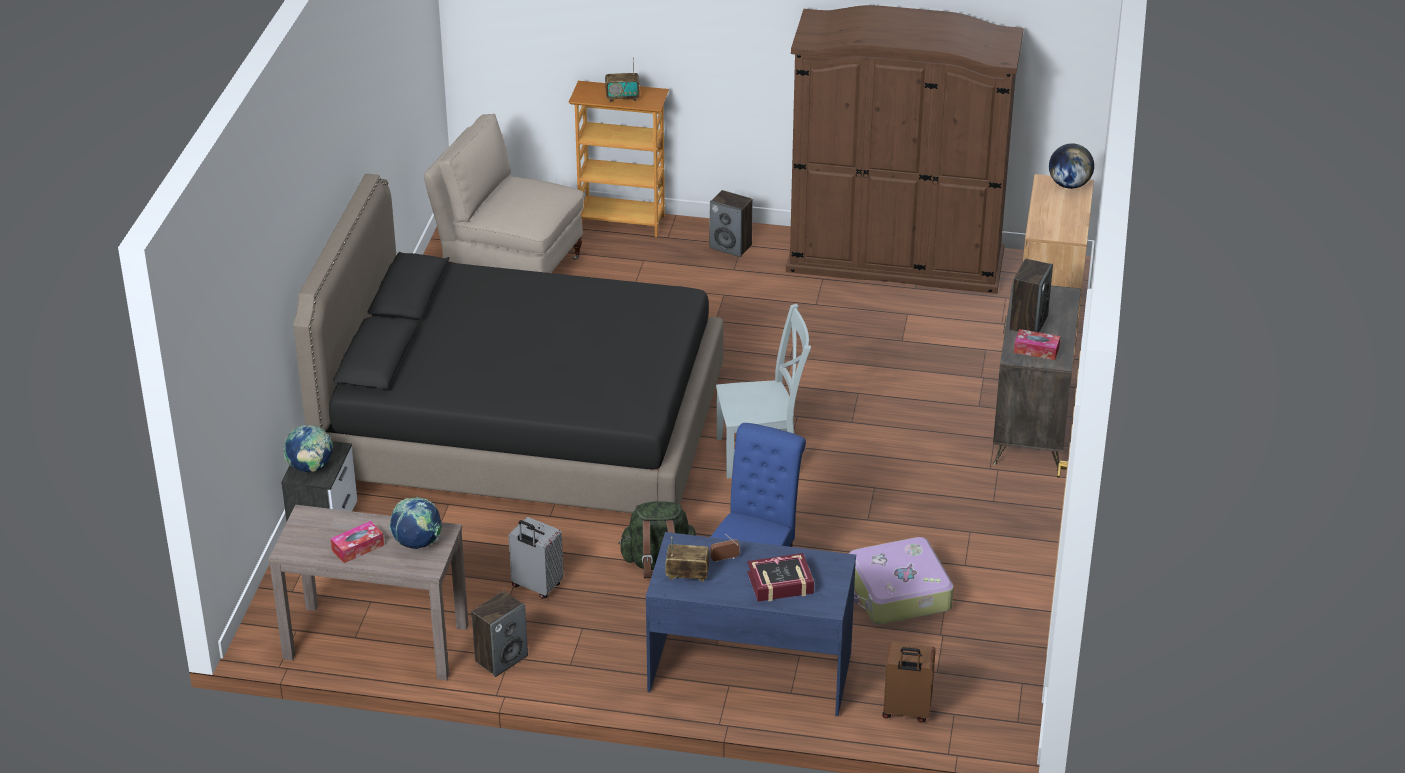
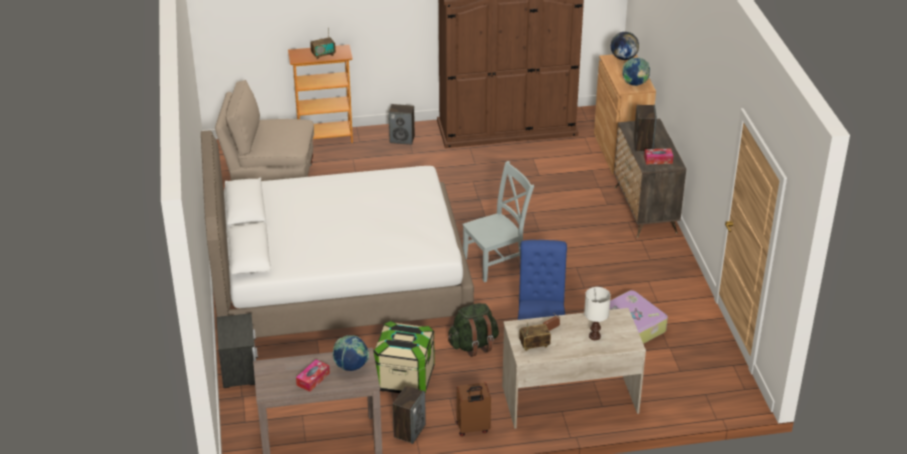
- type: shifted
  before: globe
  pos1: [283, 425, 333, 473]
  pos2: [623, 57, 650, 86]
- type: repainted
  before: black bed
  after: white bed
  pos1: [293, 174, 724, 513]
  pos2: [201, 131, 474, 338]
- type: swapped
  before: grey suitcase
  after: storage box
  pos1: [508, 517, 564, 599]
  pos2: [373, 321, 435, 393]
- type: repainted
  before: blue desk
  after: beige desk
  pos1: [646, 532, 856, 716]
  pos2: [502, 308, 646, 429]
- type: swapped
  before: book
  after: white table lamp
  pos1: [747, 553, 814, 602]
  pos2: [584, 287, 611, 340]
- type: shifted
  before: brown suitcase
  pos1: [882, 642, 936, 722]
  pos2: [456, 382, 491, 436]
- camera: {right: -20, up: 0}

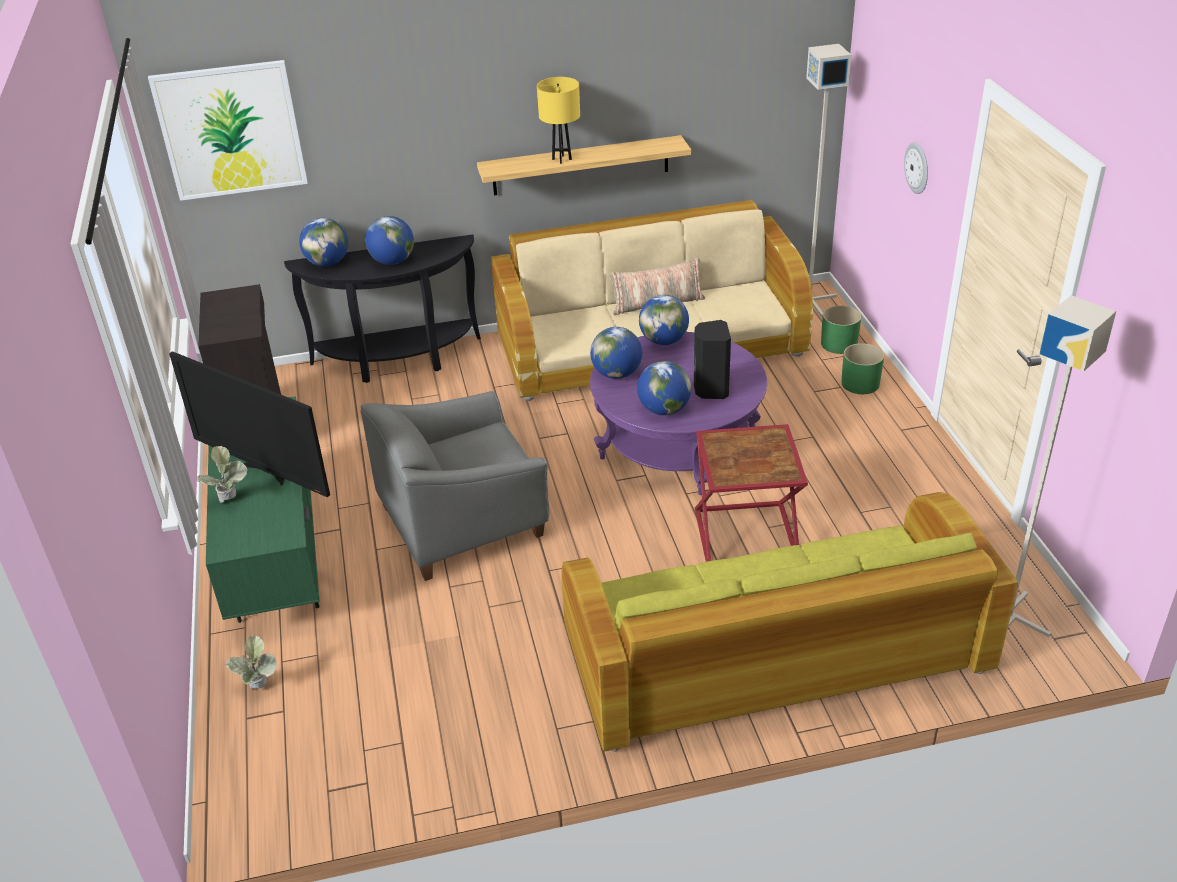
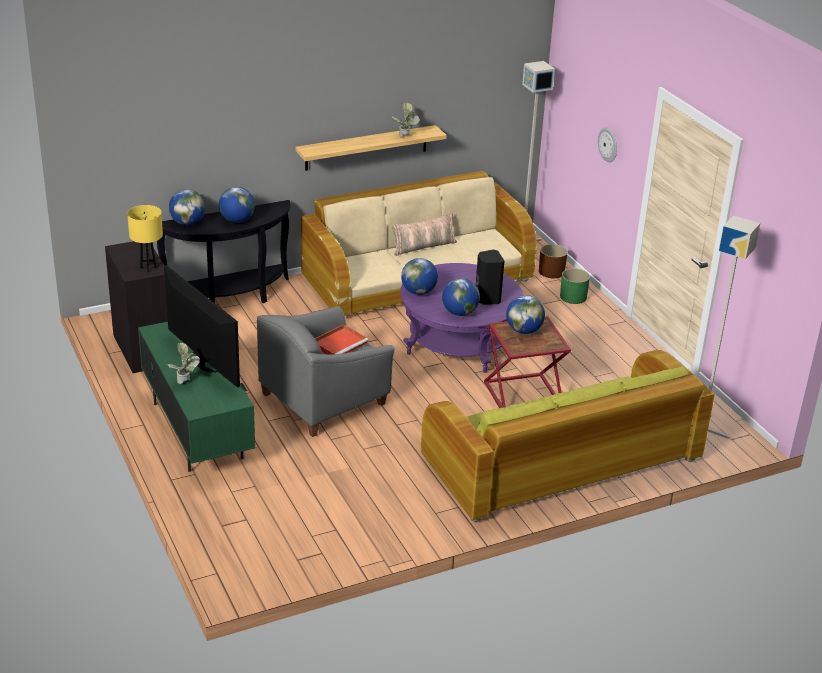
- type: gone
  before: picture
  pos1: [148, 60, 308, 201]
- type: rotated
  before: television
  pos1: [169, 351, 330, 497]
  pos2: [164, 265, 240, 388]
  turn: -150
- type: shifted
  before: potted plant
  pos1: [226, 635, 277, 689]
  pos2: [392, 102, 420, 137]
- type: shifted
  before: yellow table lamp
  pos1: [537, 77, 580, 164]
  pos2: [127, 205, 163, 272]
- type: shifted
  before: globe
  pos1: [639, 295, 689, 345]
  pos2: [506, 295, 545, 334]
- type: repainted
  before: green planter
  after: brown planter
  pos1: [821, 305, 861, 354]
  pos2: [539, 244, 568, 278]
- type: new
  after: red tray
  pos2: [315, 324, 369, 354]
- camera: {right: -15, up: -5}

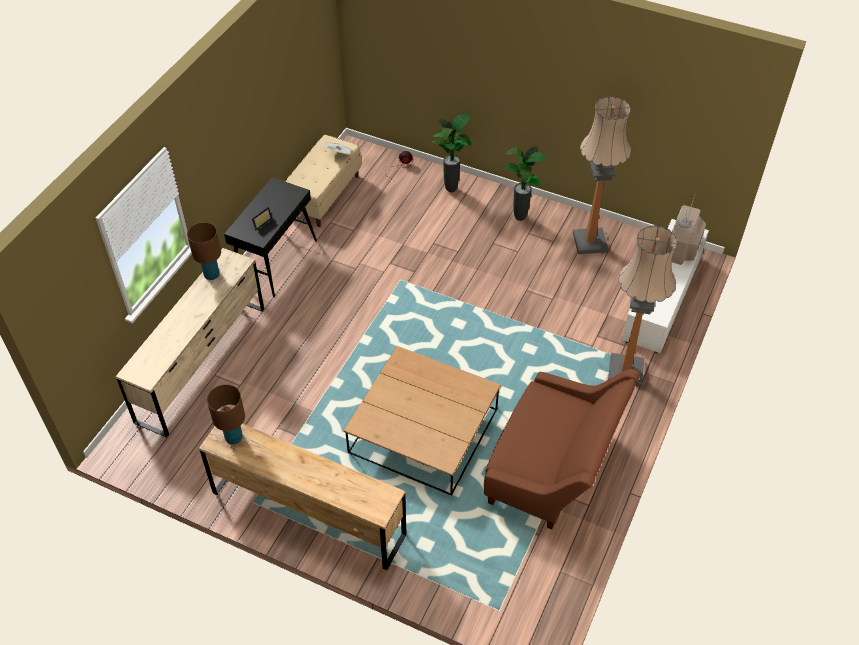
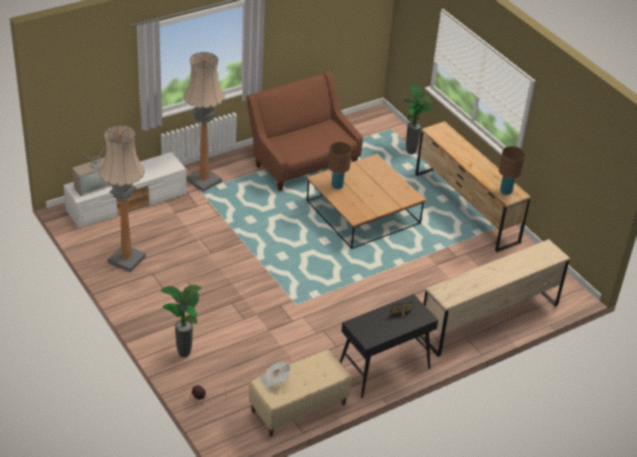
- type: shifted
  before: brown table lamp
  pos1: [187, 222, 221, 280]
  pos2: [328, 142, 352, 189]
- type: shifted
  before: potted plant
  pos1: [505, 146, 546, 221]
  pos2: [403, 83, 434, 154]
- camera: {right: -150, up: -10}

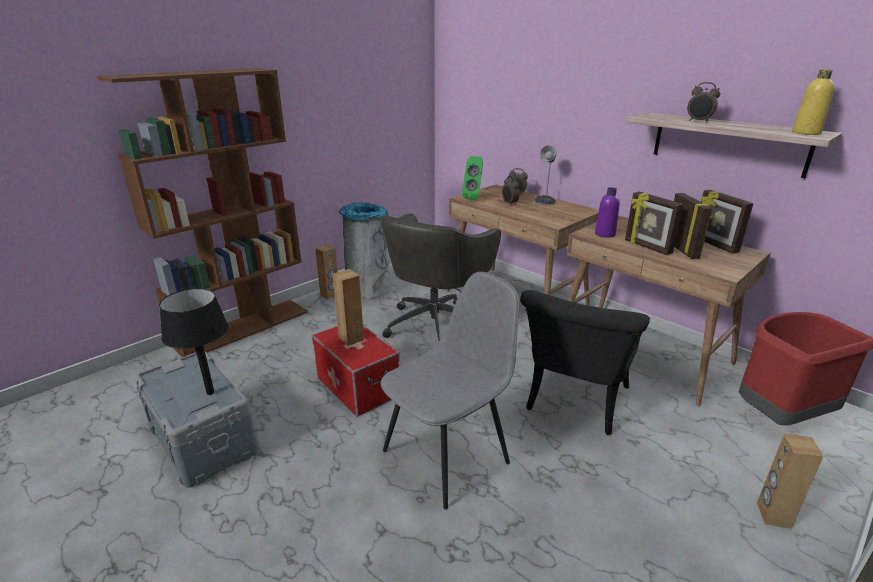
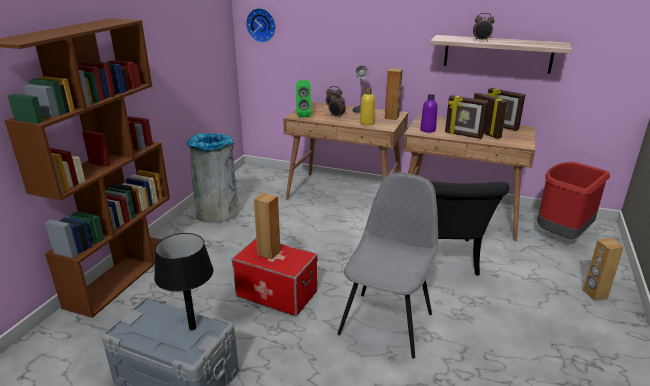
- type: shifted
  before: brown speaker
  pos1: [315, 245, 338, 300]
  pos2: [385, 68, 403, 120]
- type: gone
  before: grey office chair
  pos1: [380, 213, 501, 341]
- type: shifted
  before: yellow bottle
  pos1: [792, 70, 834, 135]
  pos2: [360, 89, 375, 125]
- type: new
  after: wall clock
  pos2: [246, 8, 276, 43]
- camera: {right: -25, up: 0}

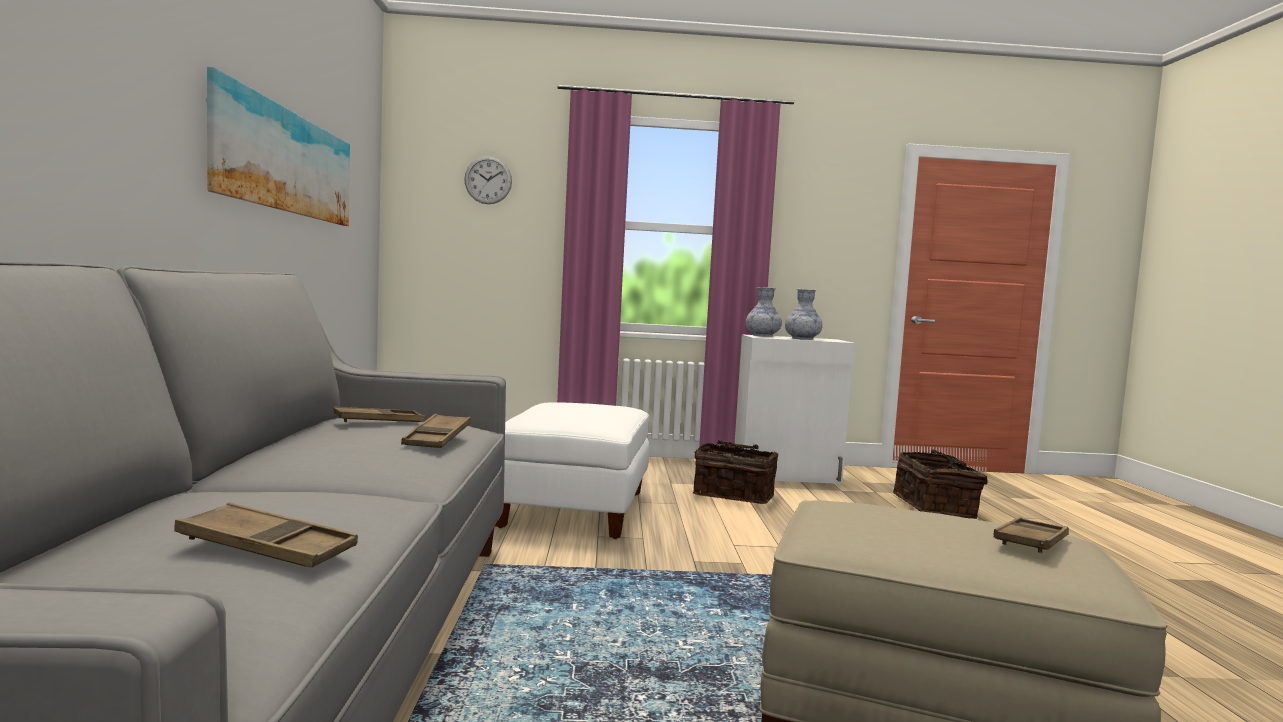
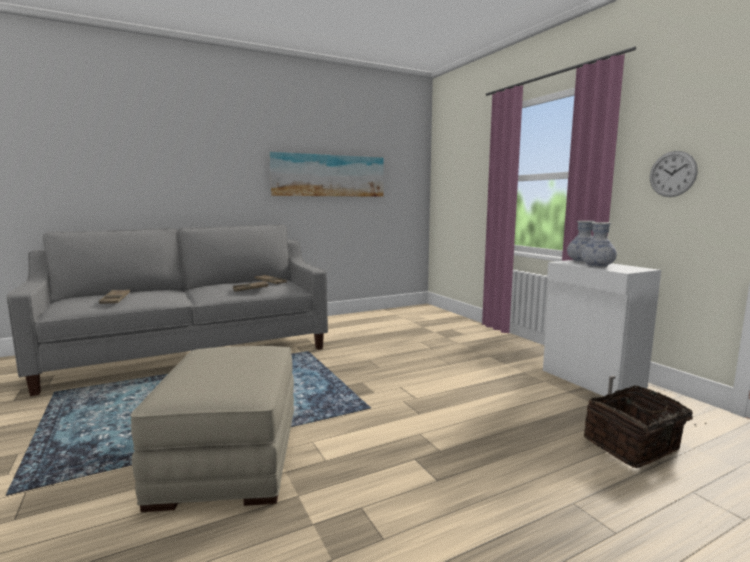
- type: shifted
  before: wall clock
  pos1: [464, 156, 512, 204]
  pos2: [650, 151, 698, 197]
- type: gone
  before: white ottoman
  pos1: [495, 402, 649, 539]
- type: gone
  before: basket
  pos1: [693, 440, 779, 504]
- type: gone
  before: brown tray
  pos1: [994, 517, 1069, 553]
- camera: {right: 65, up: 5}

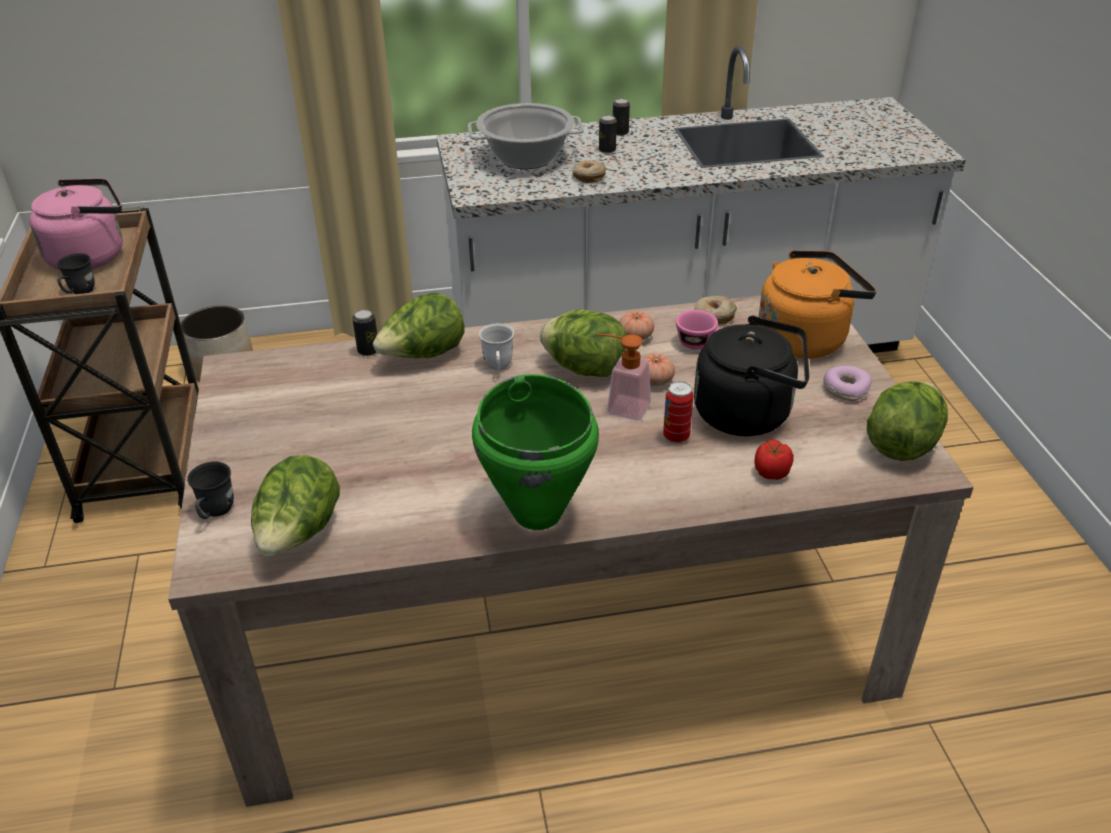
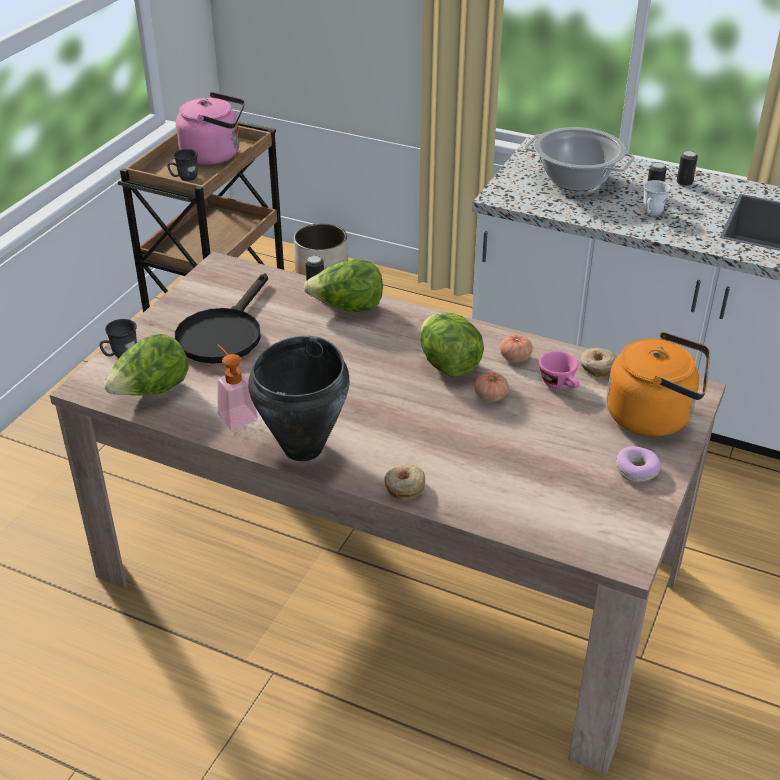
- type: repainted
  before: green cooking pot
  after: black cooking pot
  pos1: [472, 374, 599, 530]
  pos2: [248, 336, 349, 461]
- type: shifted
  before: white mug
  pos1: [479, 324, 514, 370]
  pos2: [643, 180, 671, 216]
- type: shifted
  before: donut
  pos1: [572, 160, 606, 183]
  pos2: [384, 464, 425, 500]
- type: shifted
  before: soap dispenser
  pos1: [597, 334, 651, 421]
  pos2: [217, 344, 258, 430]
- type: gone
  before: can
  pos1: [663, 381, 694, 443]
- type: gone
  before: black kettle
  pos1: [694, 316, 809, 436]
- type: gone
  before: tomato
  pos1: [754, 440, 794, 480]
- type: gone
  before: lettuce
  pos1: [867, 381, 948, 461]
- type: new
  after: black frying pan
  pos2: [175, 273, 268, 364]
- camera: {right: 35, up: 0}

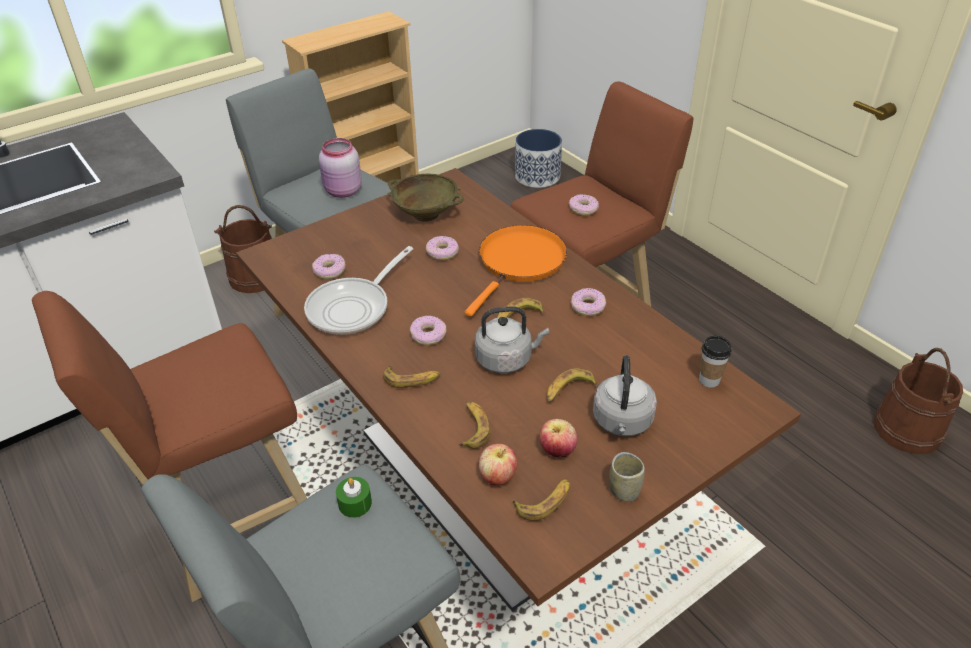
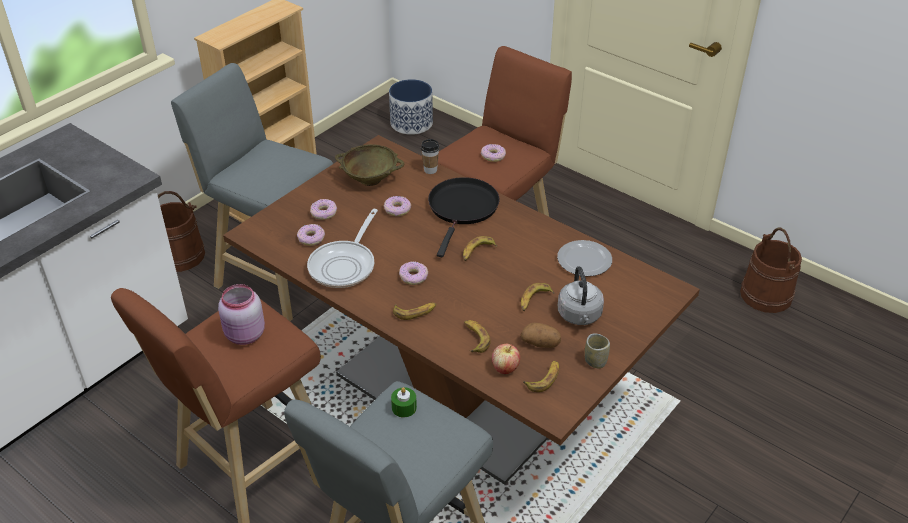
- type: shifted
  before: pink jar
  pos1: [319, 138, 362, 198]
  pos2: [218, 284, 265, 345]
- type: repainted
  before: orange frying pan
  after: black frying pan
  pos1: [465, 225, 567, 317]
  pos2: [428, 177, 500, 257]
- type: gone
  before: grey kettle
  pos1: [475, 307, 549, 373]
- type: swapped
  before: apple
  after: potato
  pos1: [539, 419, 577, 458]
  pos2: [521, 322, 561, 348]
- type: shifted
  before: donut
  pos1: [571, 288, 606, 316]
  pos2: [310, 199, 337, 220]
- type: shifted
  before: cup
  pos1: [699, 336, 732, 388]
  pos2: [421, 139, 440, 174]
- type: new
  after: plate
  pos2: [557, 240, 612, 276]
- camera: {right: -15, up: 0}

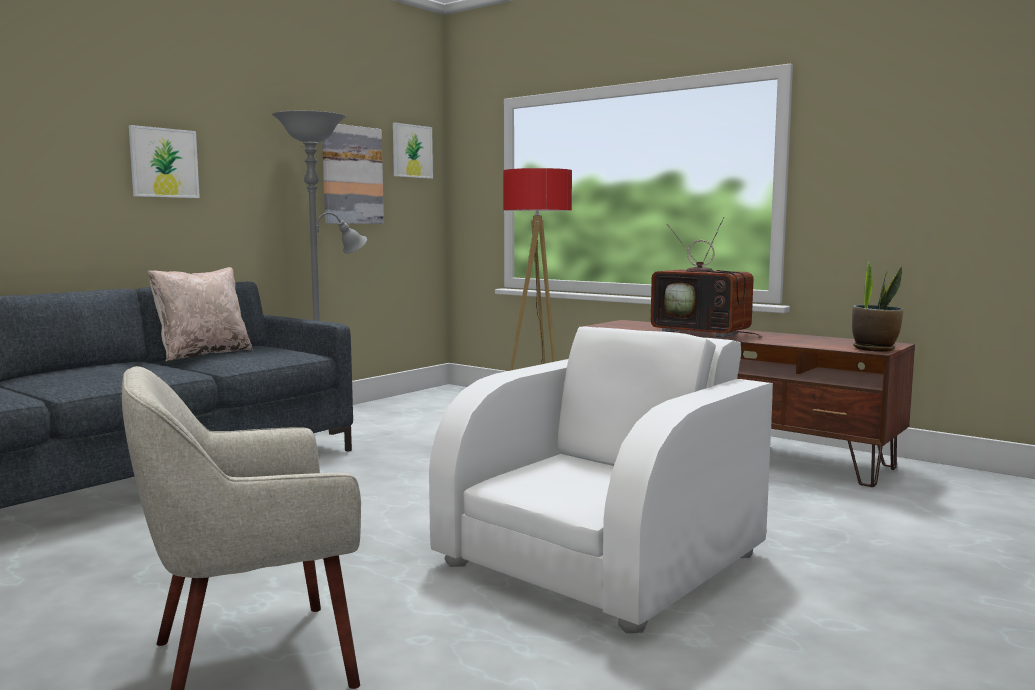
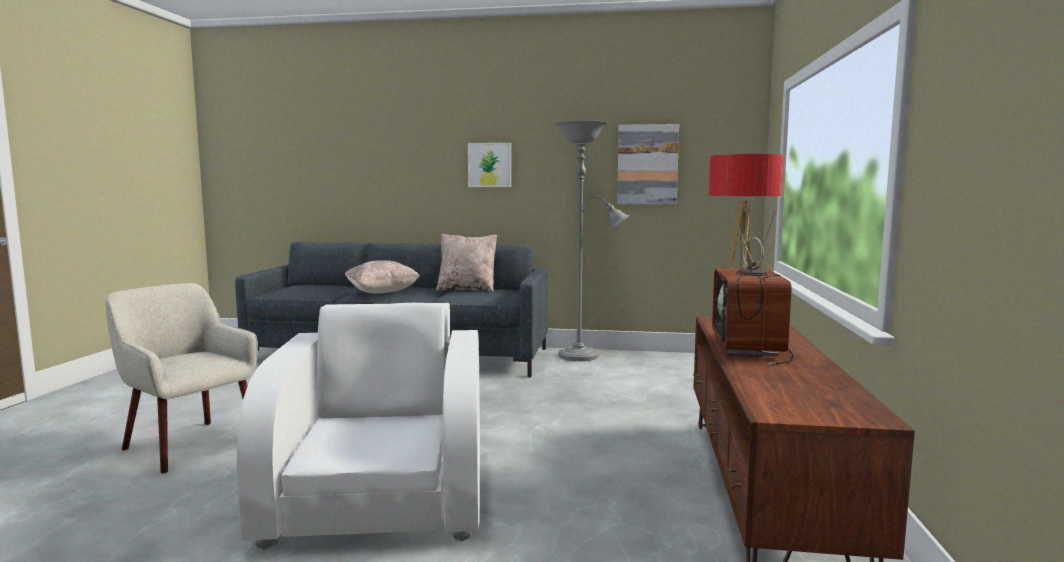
- type: gone
  before: picture
  pos1: [393, 122, 433, 179]
- type: rotated
  before: white armchair
  pos1: [429, 327, 773, 633]
  pos2: [237, 303, 480, 550]
  turn: -105
- type: gone
  before: potted plant
  pos1: [852, 260, 904, 352]
- type: new
  after: beige pillow
  pos2: [345, 260, 420, 293]
- camera: {right: 60, up: 0}

